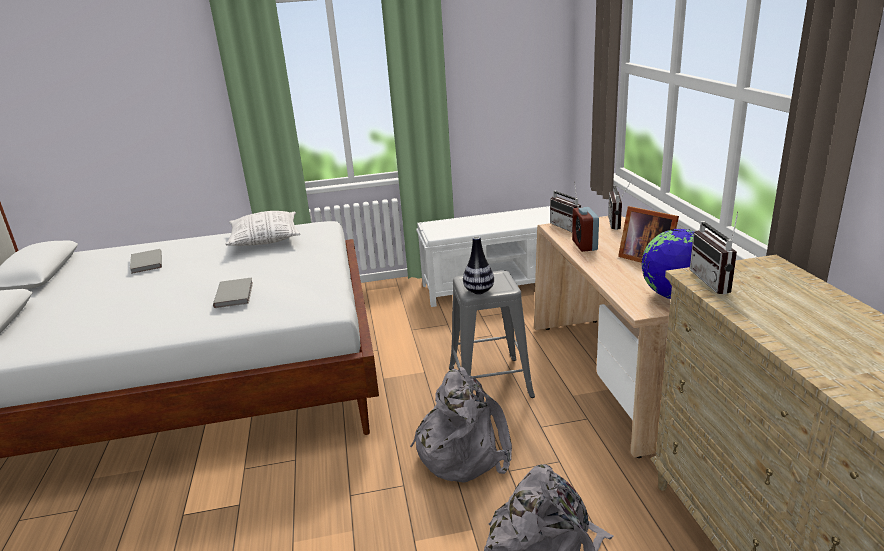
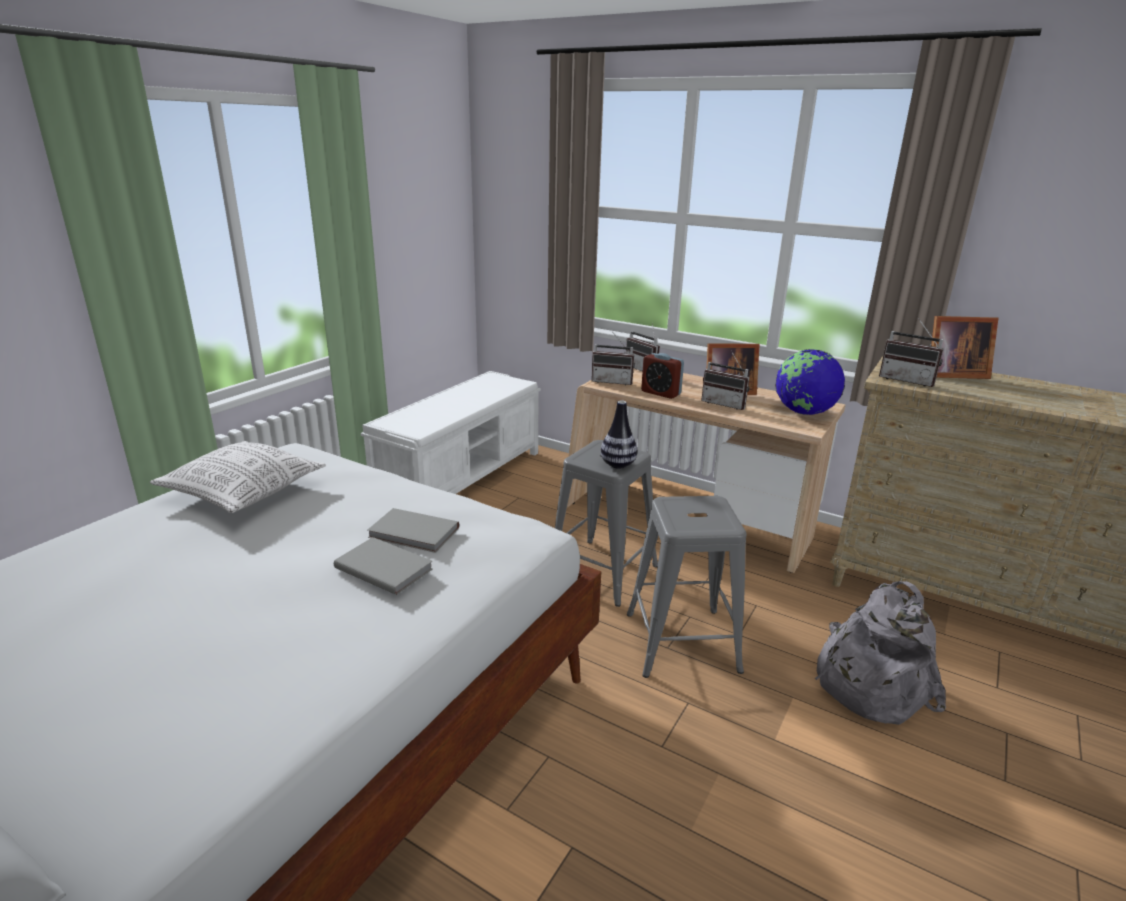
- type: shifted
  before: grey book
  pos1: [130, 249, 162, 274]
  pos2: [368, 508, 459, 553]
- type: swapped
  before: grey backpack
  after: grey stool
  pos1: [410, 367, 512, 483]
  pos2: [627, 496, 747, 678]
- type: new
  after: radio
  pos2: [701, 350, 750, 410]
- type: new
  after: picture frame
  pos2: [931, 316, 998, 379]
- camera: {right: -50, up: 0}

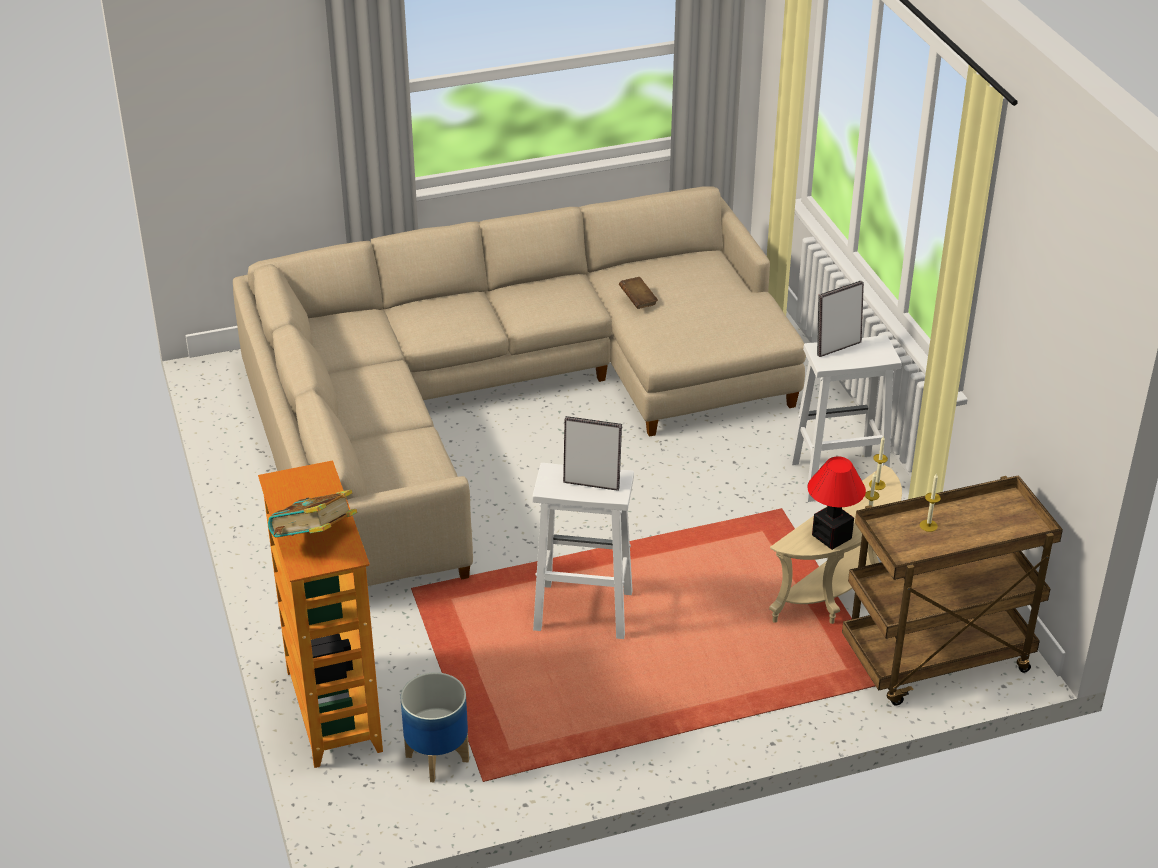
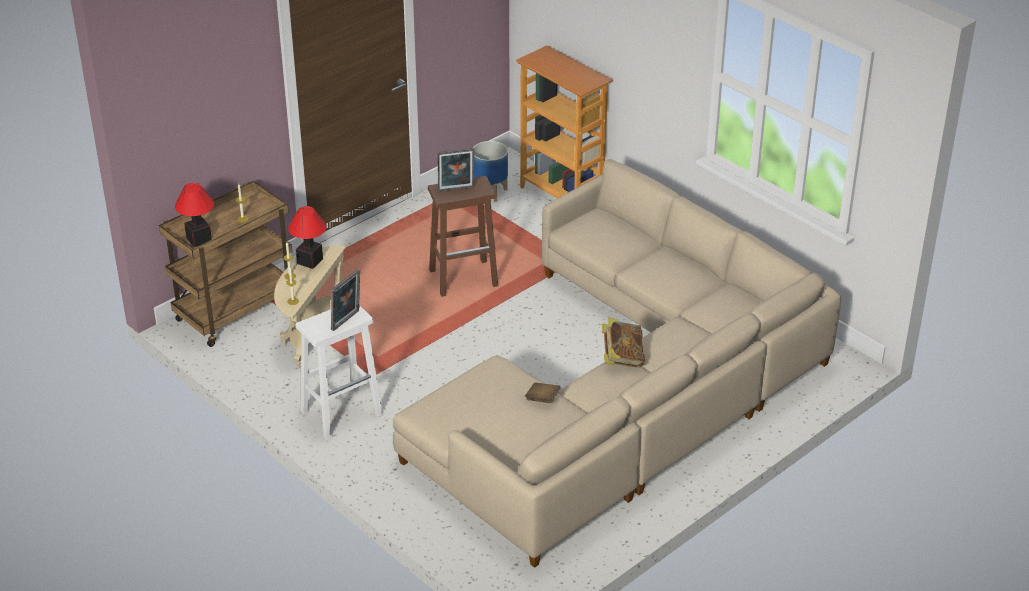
- type: shifted
  before: book
  pos1: [268, 490, 357, 538]
  pos2: [602, 318, 645, 368]
- type: repainted
  before: white stool
  after: brown stool
  pos1: [532, 463, 634, 639]
  pos2: [428, 176, 498, 297]
- type: new
  after: table lamp
  pos2: [175, 183, 214, 247]
- camera: {right: 155, up: 0}

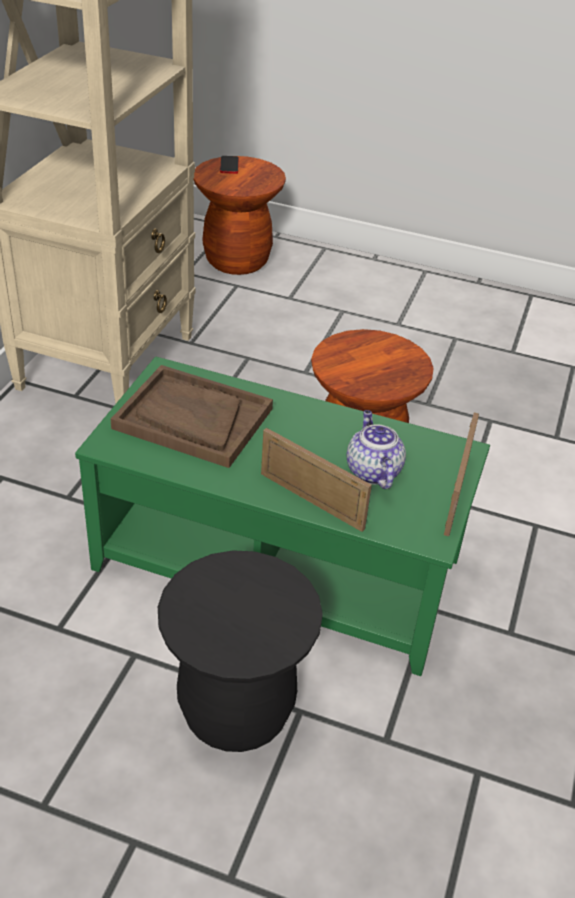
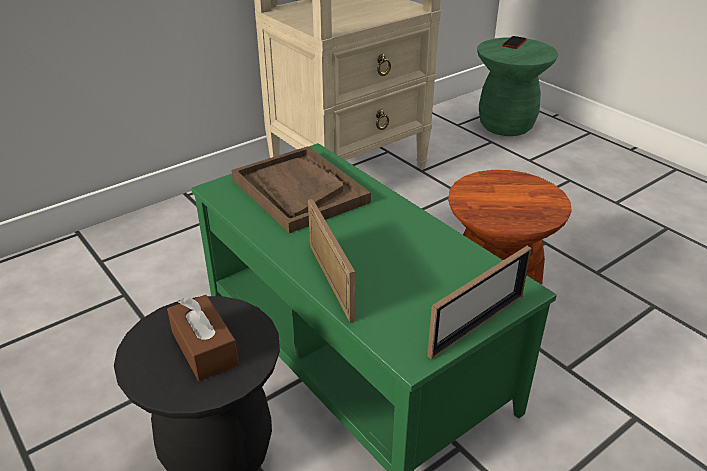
- type: repainted
  before: brown stool
  after: green stool
  pos1: [194, 156, 286, 275]
  pos2: [477, 37, 558, 136]
- type: gone
  before: teapot
  pos1: [347, 410, 406, 489]
- type: new
  after: brown tissue box
  pos2: [167, 295, 239, 381]
- camera: {right: 35, up: -5}

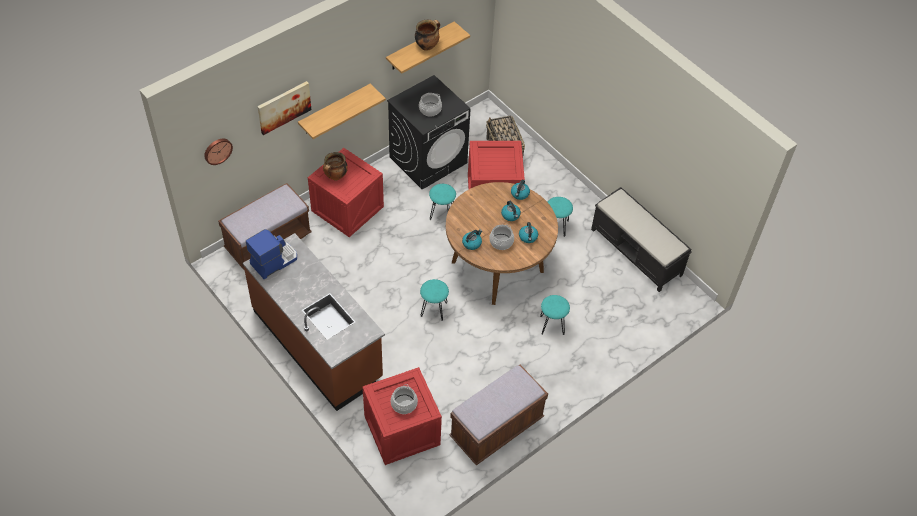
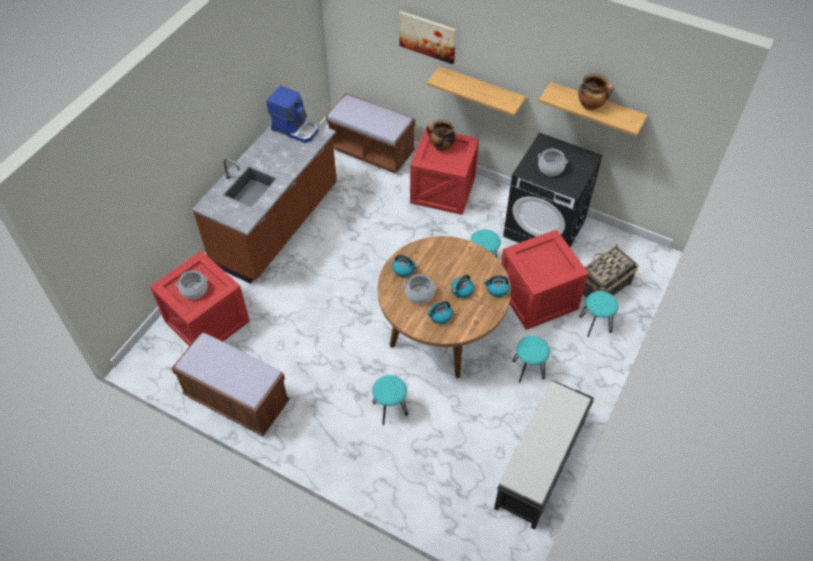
- type: gone
  before: wall clock
  pos1: [204, 139, 233, 165]
- type: shifted
  before: turquoise stool
  pos1: [420, 279, 449, 321]
  pos2: [580, 291, 618, 337]
- camera: {right: 70, up: 0}

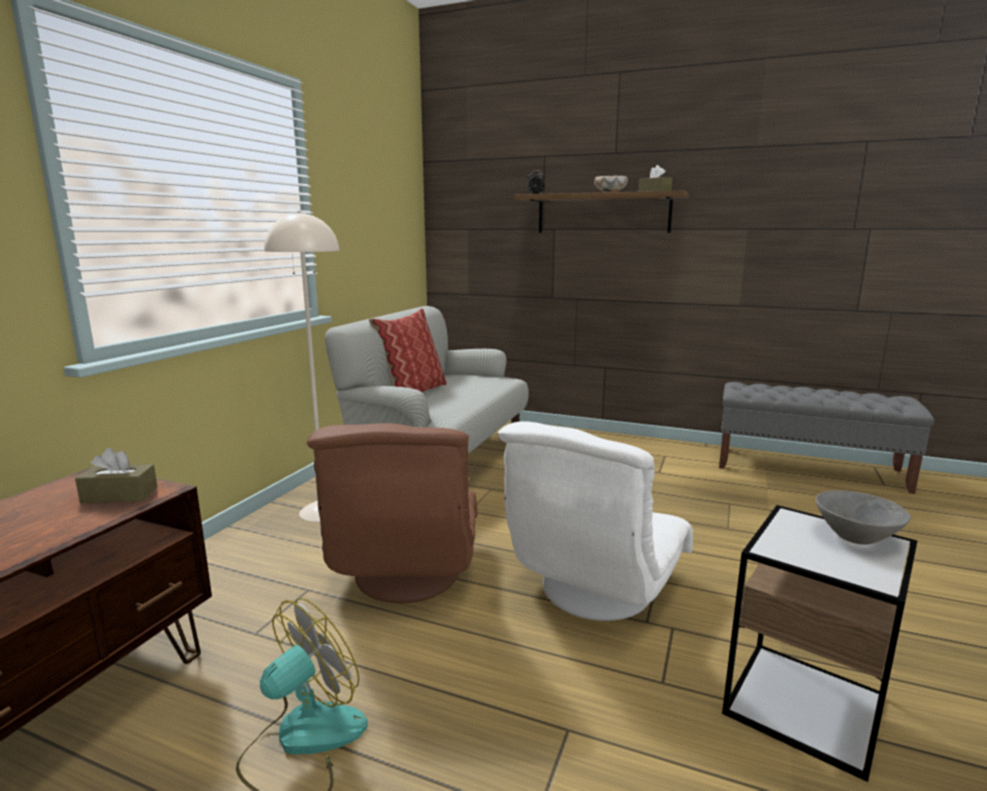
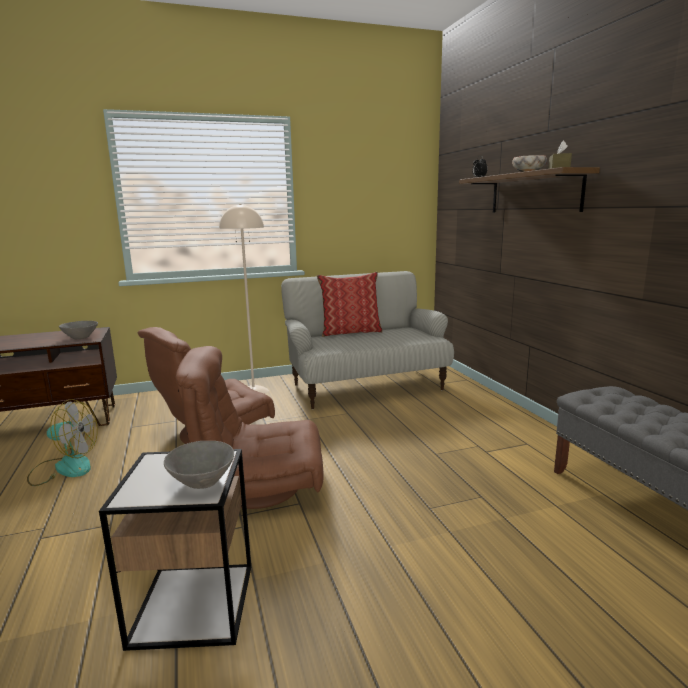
- type: swapped
  before: brown tissue box
  after: grey bowl
  pos1: [75, 448, 158, 503]
  pos2: [59, 321, 98, 339]
- type: repainted
  before: white armchair
  after: brown armchair
  pos1: [498, 421, 693, 621]
  pos2: [176, 346, 324, 509]
- camera: {right: 50, up: 0}

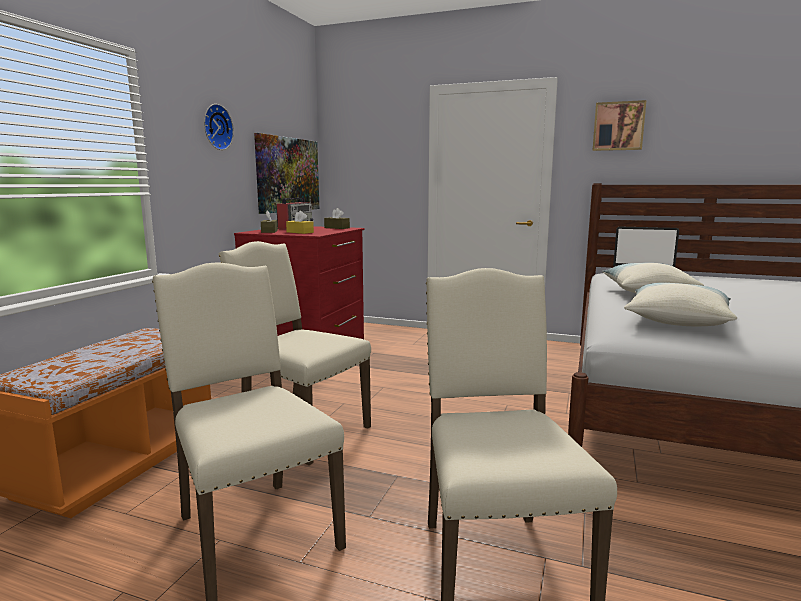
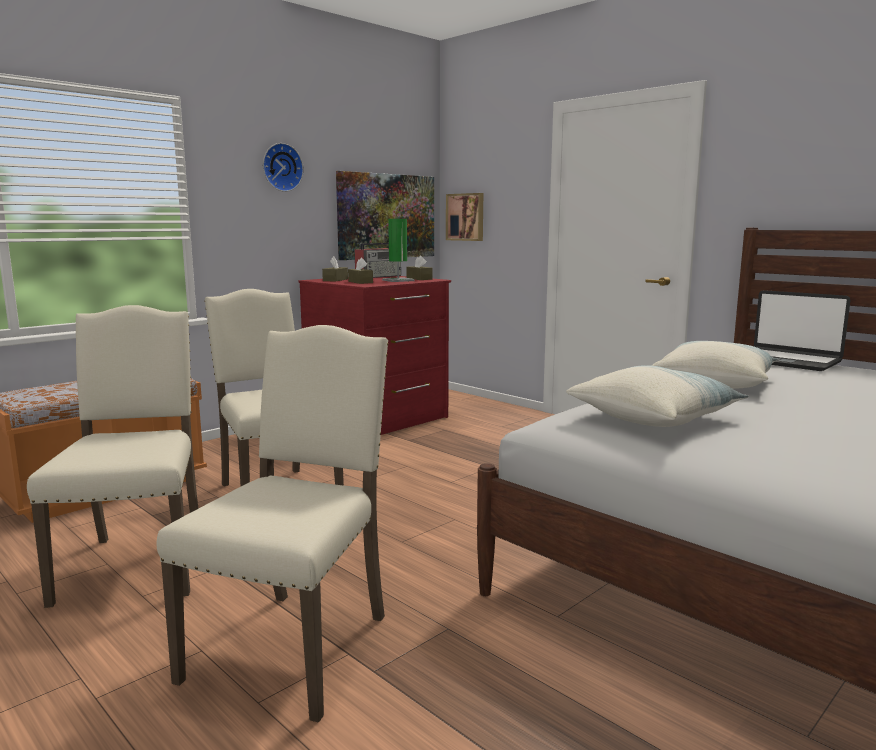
- type: repainted
  before: yellow tissue box
  after: brown tissue box
  pos1: [286, 211, 314, 234]
  pos2: [348, 258, 373, 284]
- type: shifted
  before: picture
  pos1: [593, 100, 647, 151]
  pos2: [446, 193, 483, 241]
- type: new
  after: green table lamp
  pos2: [382, 219, 415, 282]
- camera: {right: 25, up: 0}

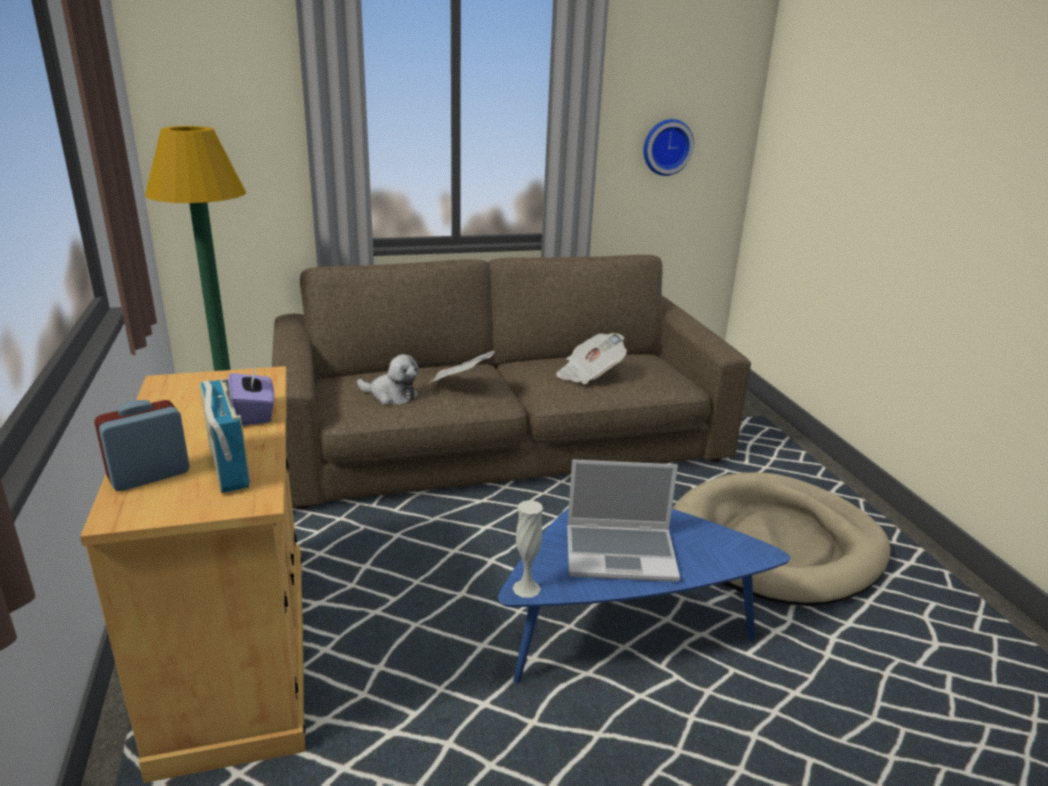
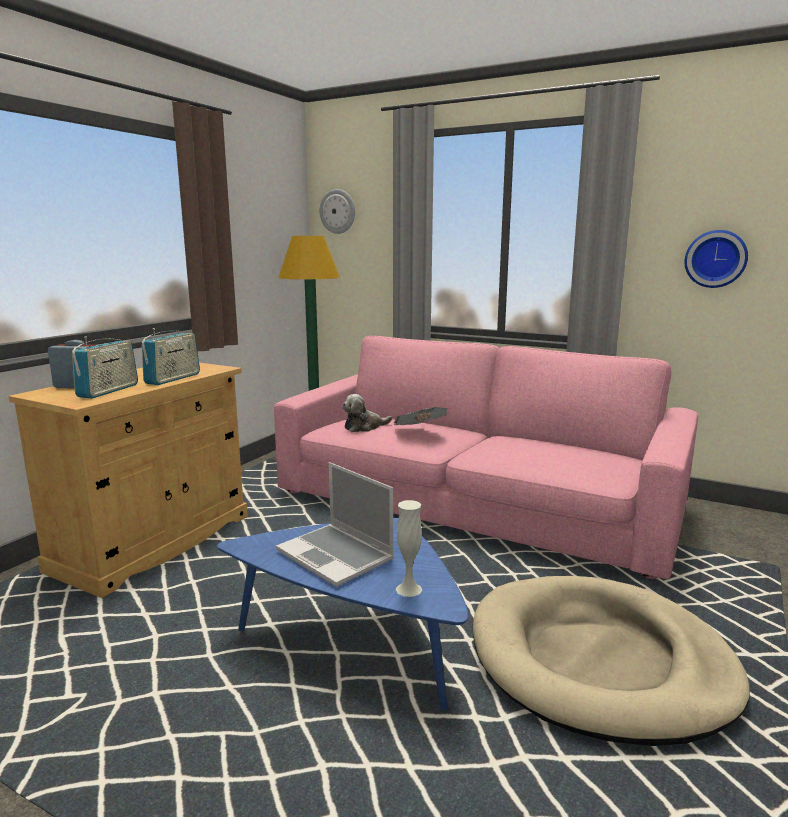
- type: swapped
  before: purple tissue box
  after: radio
  pos1: [228, 366, 275, 426]
  pos2: [142, 328, 200, 385]
- type: repainted
  before: brown sofa
  after: pink sofa
  pos1: [272, 255, 751, 509]
  pos2: [274, 336, 698, 579]
- type: rotated
  before: plush toy
  pos1: [357, 354, 418, 405]
  pos2: [342, 394, 392, 432]
  turn: 90
- type: shifted
  before: white vase
  pos1: [512, 500, 543, 598]
  pos2: [396, 500, 422, 597]
- type: gone
  before: newspaper
  pos1: [556, 333, 627, 384]
- type: new
  after: wall clock
  pos2: [320, 189, 355, 234]
- camera: {right: 45, up: -10}

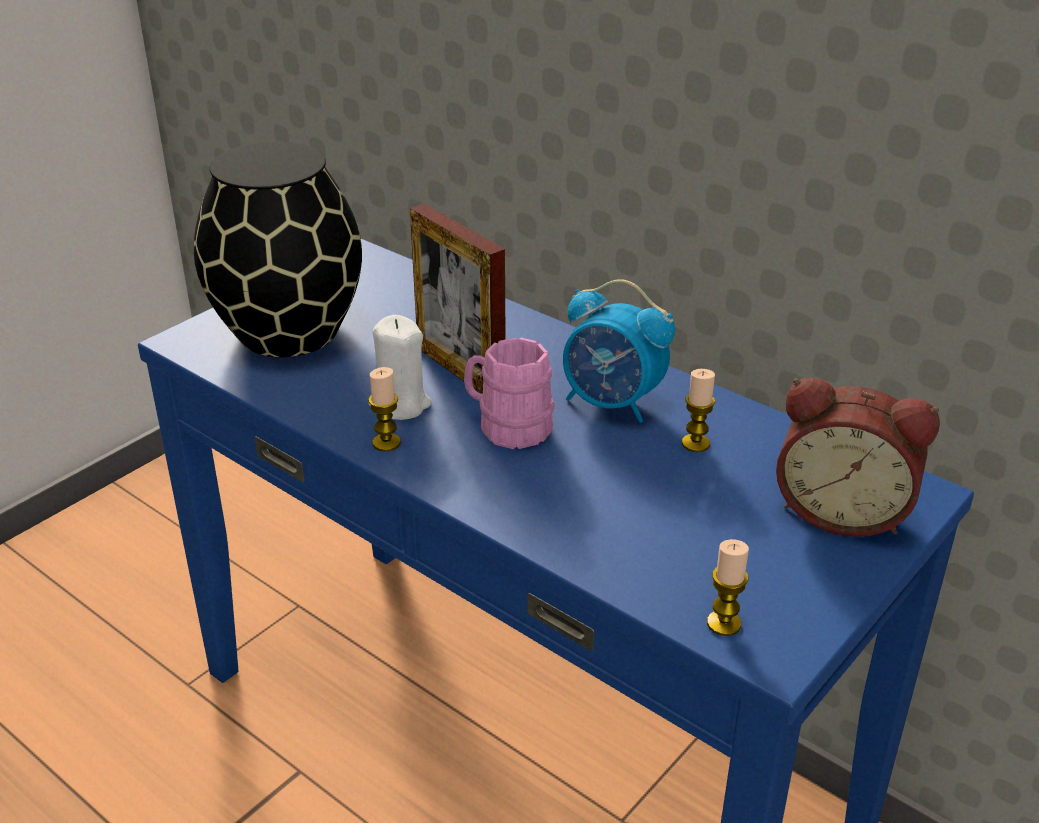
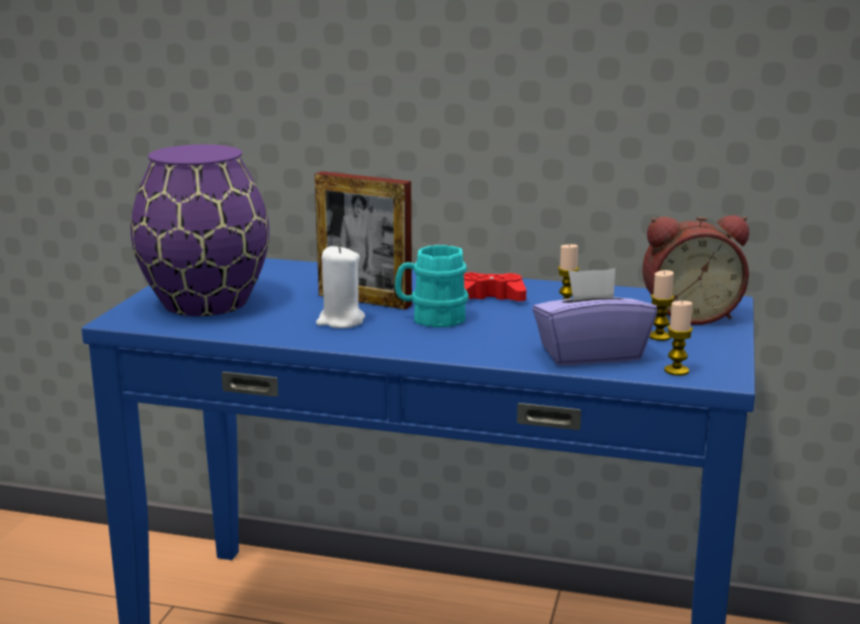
- type: repainted
  before: black vase
  after: purple vase
  pos1: [194, 142, 362, 357]
  pos2: [130, 144, 269, 316]
- type: shifted
  before: candle
  pos1: [369, 367, 401, 452]
  pos2: [649, 270, 674, 341]
- type: repainted
  before: pink mug
  after: turquoise mug
  pos1: [464, 338, 555, 449]
  pos2: [395, 245, 469, 327]
- type: swapped
  before: alarm clock
  after: red game controller
  pos1: [563, 279, 675, 423]
  pos2: [464, 272, 526, 301]
- type: new
  after: purple tissue box
  pos2: [532, 269, 657, 365]
- camera: {right: -25, up: -15}

